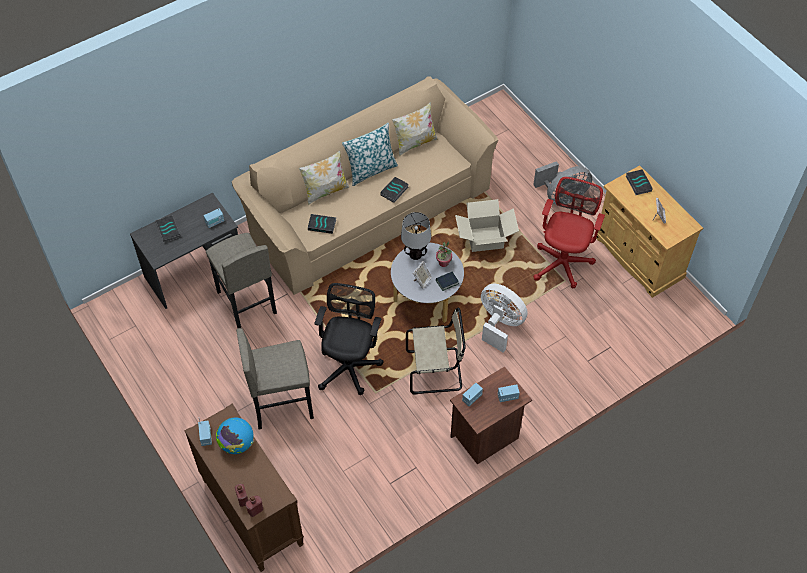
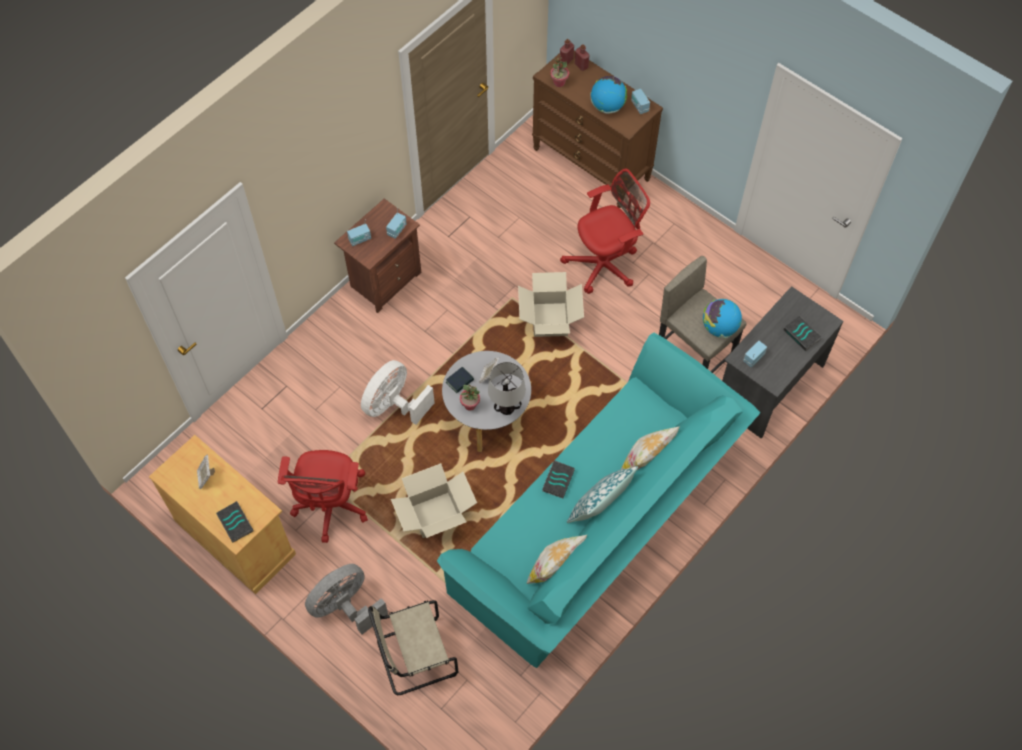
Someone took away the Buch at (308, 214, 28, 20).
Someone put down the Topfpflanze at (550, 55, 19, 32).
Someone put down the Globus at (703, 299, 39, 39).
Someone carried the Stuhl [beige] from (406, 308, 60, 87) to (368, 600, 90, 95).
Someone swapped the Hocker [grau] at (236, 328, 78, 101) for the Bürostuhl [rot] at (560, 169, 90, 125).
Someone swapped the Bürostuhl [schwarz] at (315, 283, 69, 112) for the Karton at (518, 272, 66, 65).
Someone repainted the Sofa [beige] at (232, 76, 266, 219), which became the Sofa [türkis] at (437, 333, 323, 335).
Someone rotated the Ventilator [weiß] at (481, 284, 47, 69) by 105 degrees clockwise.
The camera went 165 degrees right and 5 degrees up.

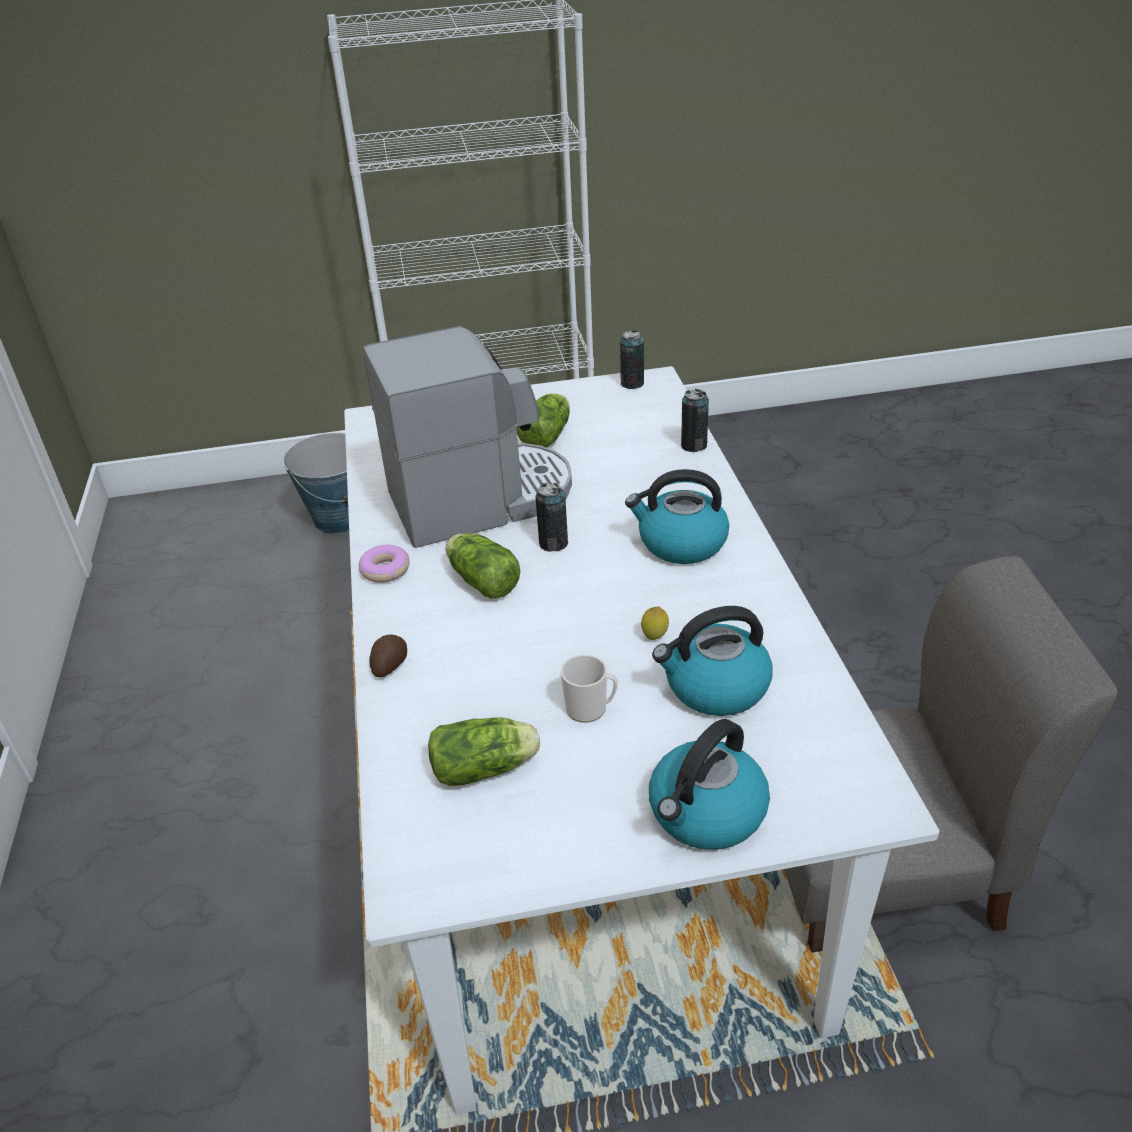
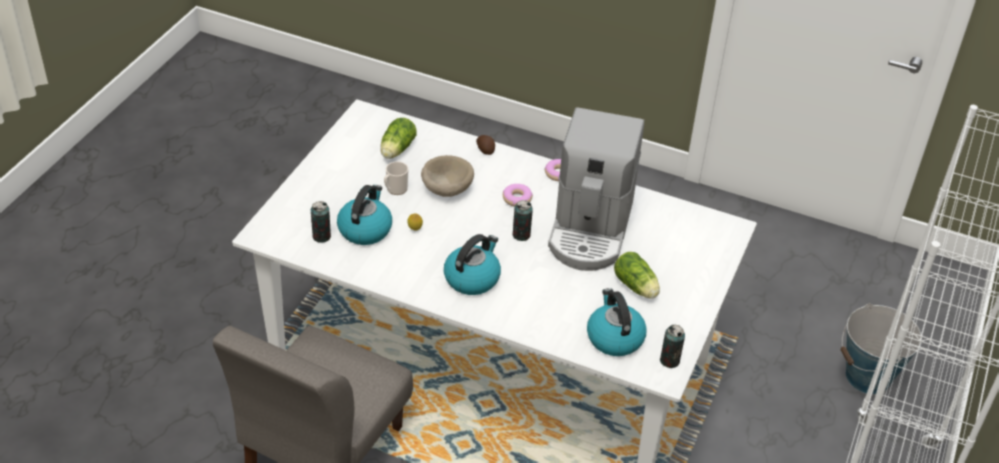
Someone put down the Schüssel [beige] at (421, 155, 53, 42).
Someone carried the Wasserkessel from (649, 719, 121, 131) to (587, 288, 60, 68).
Someone carried the Dose from (681, 389, 28, 63) to (310, 201, 21, 42).
Someone swapped the Salatkopf at (446, 533, 75, 65) for the Donut at (503, 184, 30, 23).
The camera went 120 degrees right and 5 degrees up.

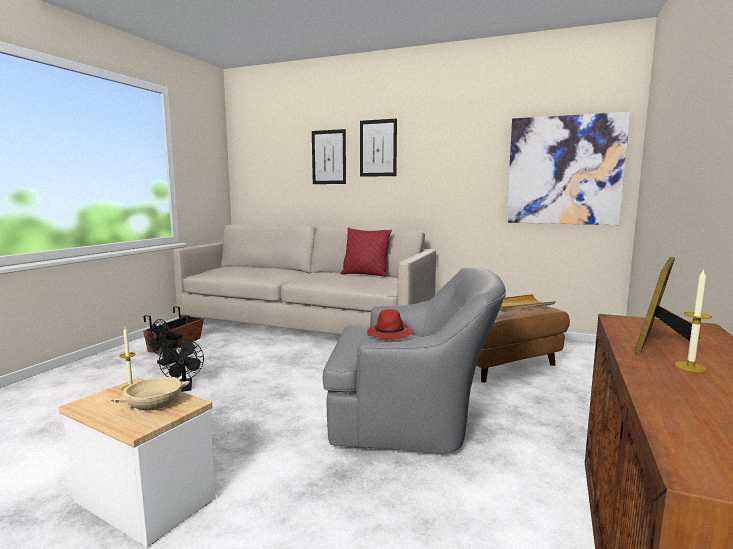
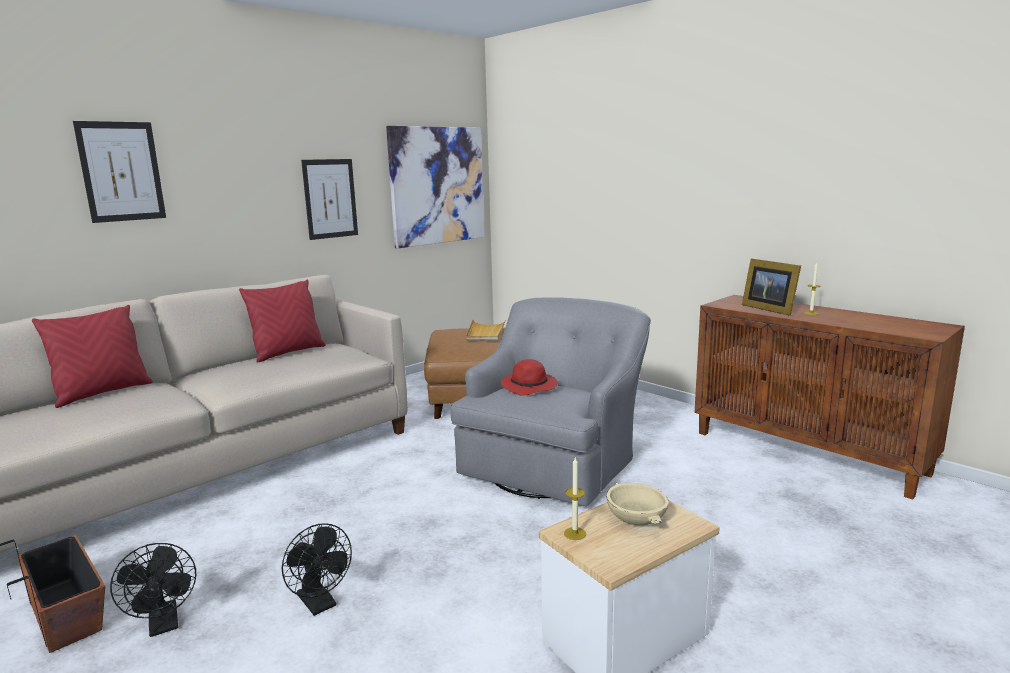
Someone put down the Kissen [rot] at (32, 305, 121, 103).
Someone carried the Bild from (360, 119, 37, 58) to (301, 159, 57, 81).
Someone rotated the Ventilator [schwarz] at (159, 339, 45, 53) by 45 degrees clockwise.
The camera went 65 degrees left and 5 degrees up.

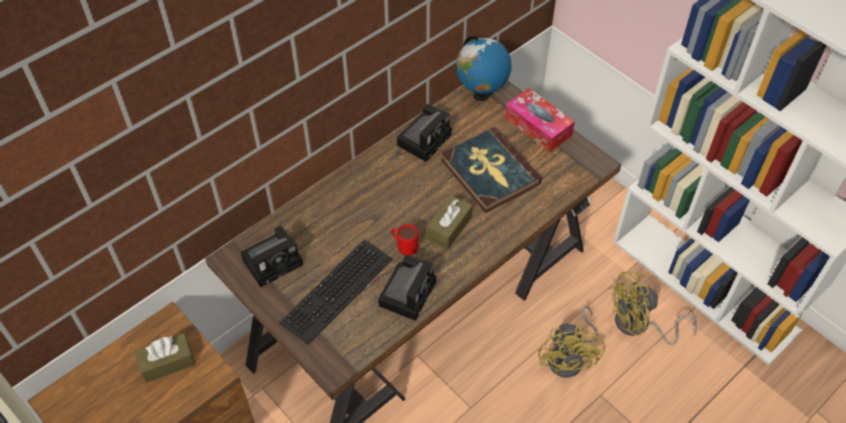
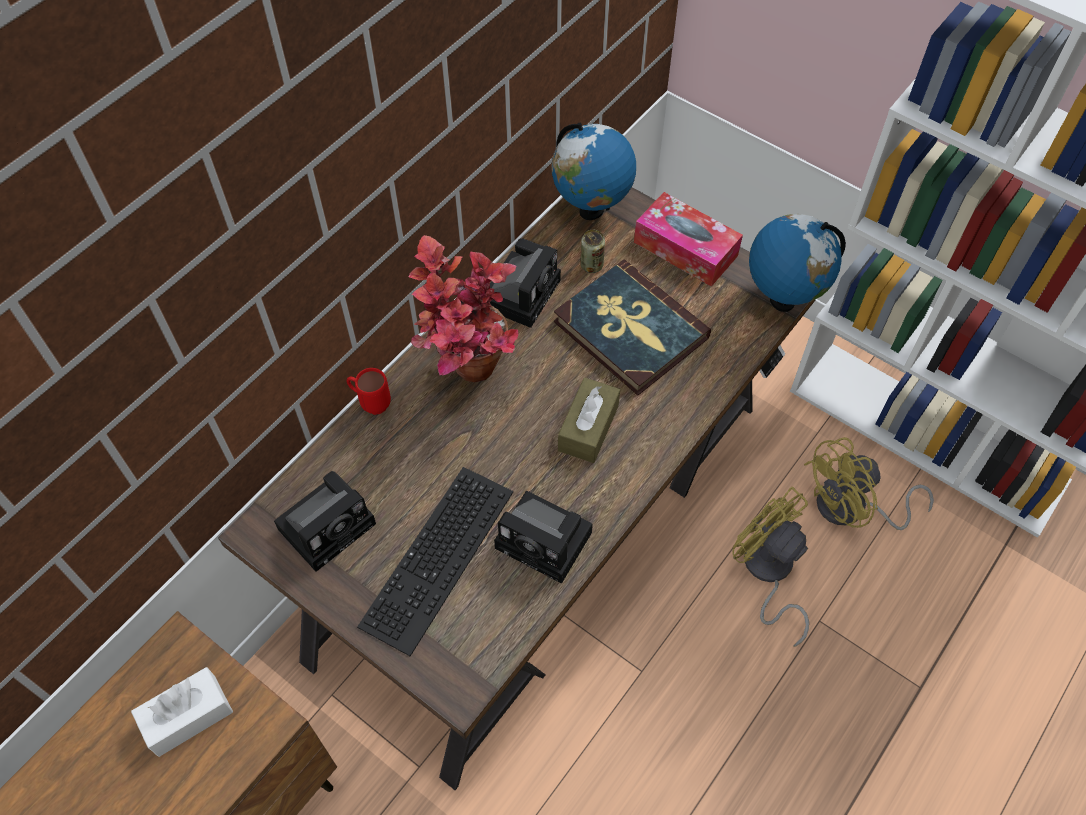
Someone put down the Topfpflanze at (409, 235, 110, 147).
Someone put down the Dose at (580, 230, 25, 43).
Someone put down the Globus at (749, 214, 97, 98).
Someone carried the Henkelbecher [rot] from (391, 224, 27, 32) to (346, 368, 45, 47).
Someone repainted the Taschentuchbox [braun] at (135, 333, 60, 50), which became the Taschentuchbox [weiß] at (131, 667, 102, 90).
Someone rotated the Kamera at (378, 255, 58, 66) by 105 degrees clockwise.
Someone rotated the Ventilator [gelb] at (538, 306, 67, 72) by 150 degrees clockwise.
The camera went 10 degrees left and 5 degrees up.

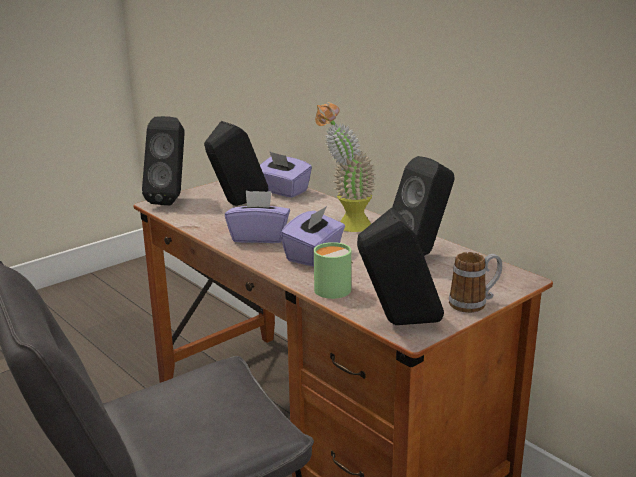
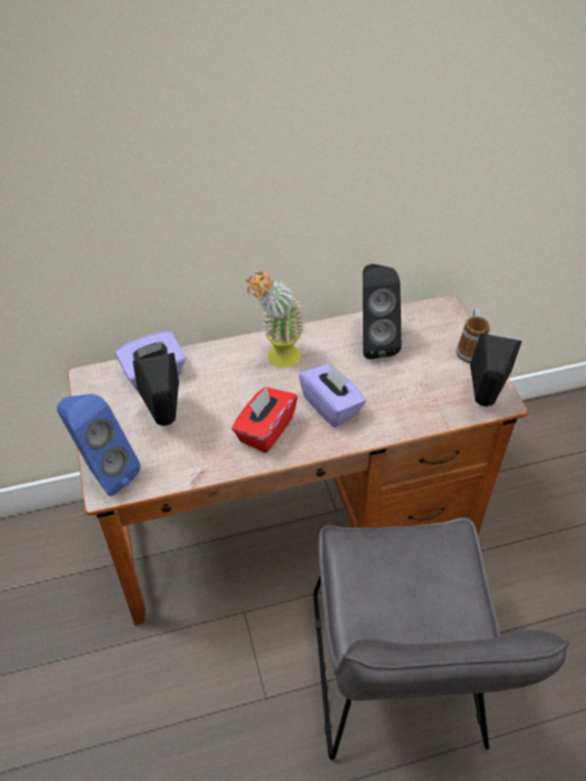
Someone took away the Henkelbecher [grün] at (314, 242, 39, 57).
Someone repainted the Lautsprecher [schwarz] at (142, 116, 42, 89), which became the Lautsprecher [blau] at (57, 394, 84, 102).
Someone repainted the Taschentuchbox [lila] at (225, 191, 65, 52), which became the Taschentuchbox [rot] at (232, 386, 66, 67).
The camera went 65 degrees left and 25 degrees up.

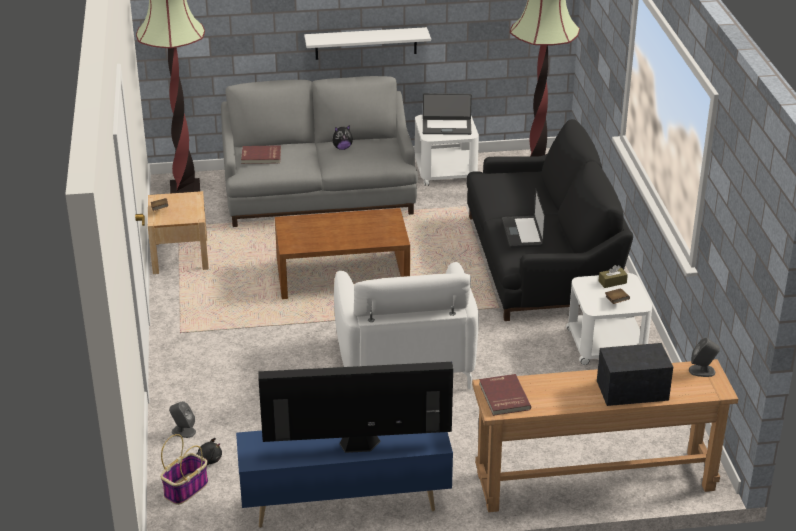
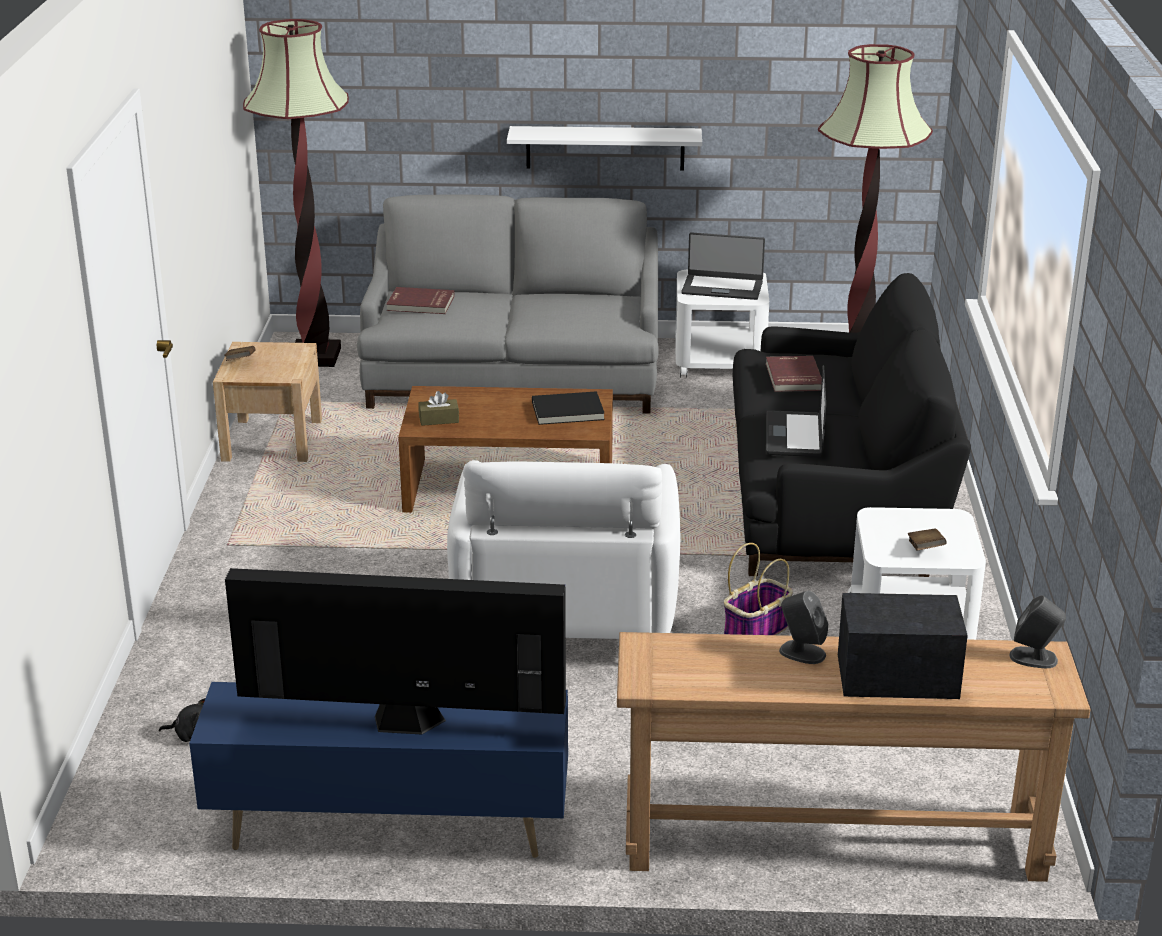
Someone took away the Plüschtier at (333, 125, 20, 25).
Someone put down the Buch [schwarz] at (532, 391, 73, 34).
Someone carried the Korb from (160, 434, 48, 71) to (724, 543, 69, 92).
Someone carried the Lautsprecher [grau] from (169, 401, 27, 37) to (779, 591, 49, 73).
Someone carried the Buch [rot] from (479, 374, 52, 42) to (766, 356, 56, 36).
Someone carried the Taschentuchbox [braun] from (599, 265, 29, 23) to (418, 391, 41, 35).
The camera went 10 degrees right and 5 degrees down.

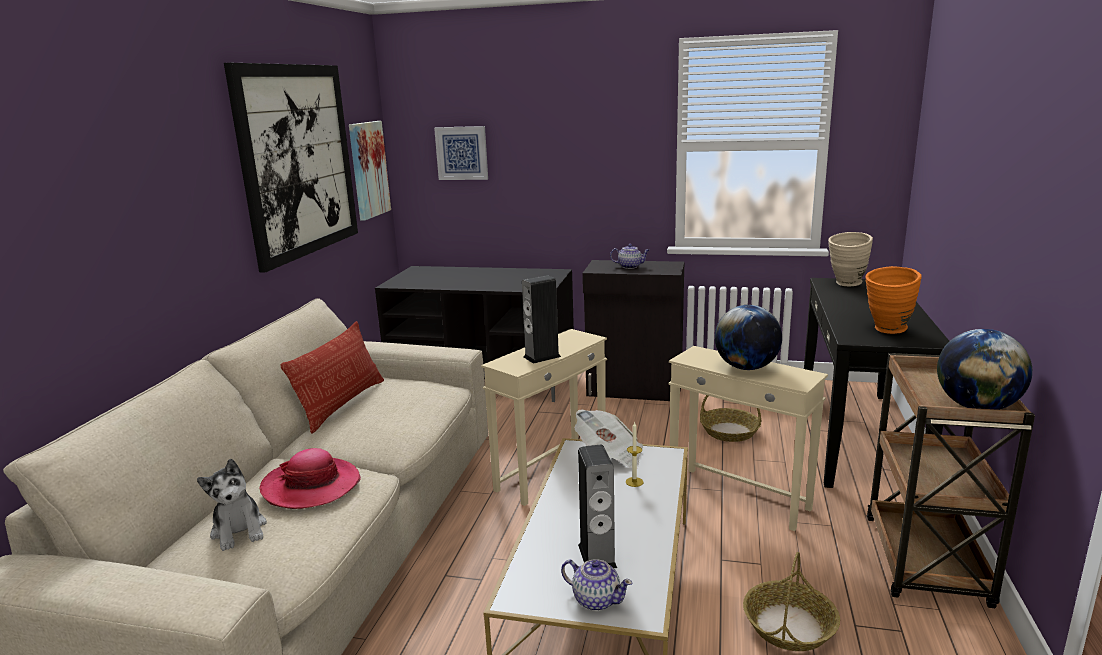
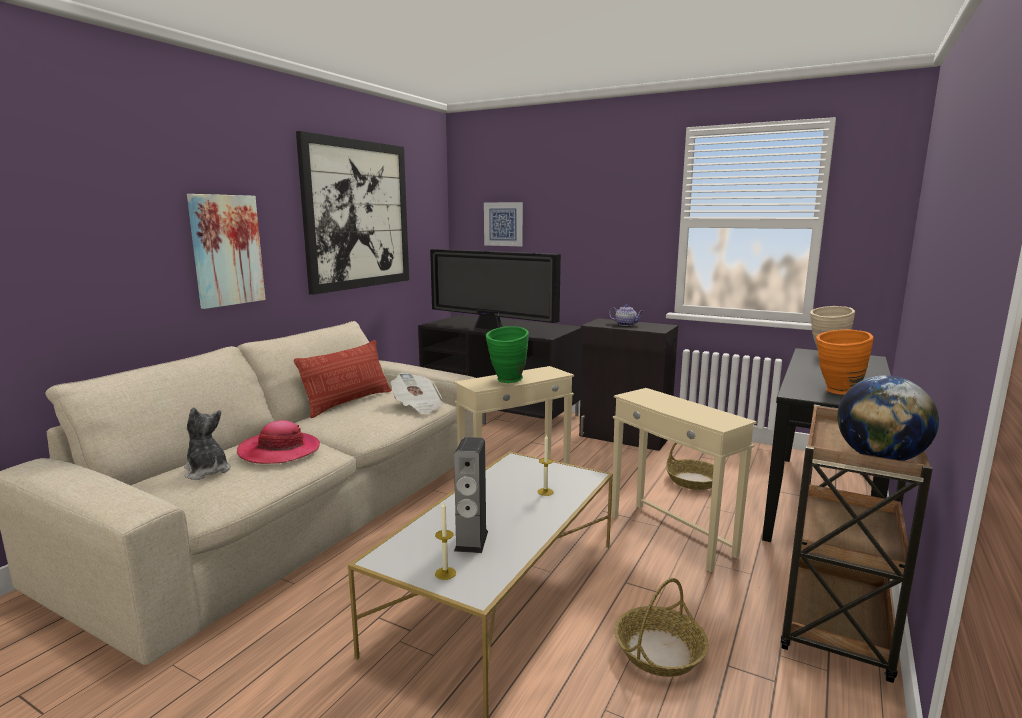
Someone took away the Globus at (715, 305, 67, 65).
Someone put down the Fernseher at (430, 249, 131, 82).
Someone carried the Bild from (349, 121, 42, 99) to (187, 194, 79, 115).
Someone carried the Zeitung from (574, 409, 69, 59) to (391, 373, 53, 42).
Someone swapped the Lautsprecher at (522, 275, 39, 89) for the Vase [grün] at (486, 327, 43, 56).
Someone swapped the Teekanne at (561, 559, 72, 52) for the Kerze at (435, 501, 21, 79).
Someone rotated the Plüschtier at (197, 459, 70, 92) by 150 degrees clockwise.
The camera went 15 degrees right and 5 degrees down.

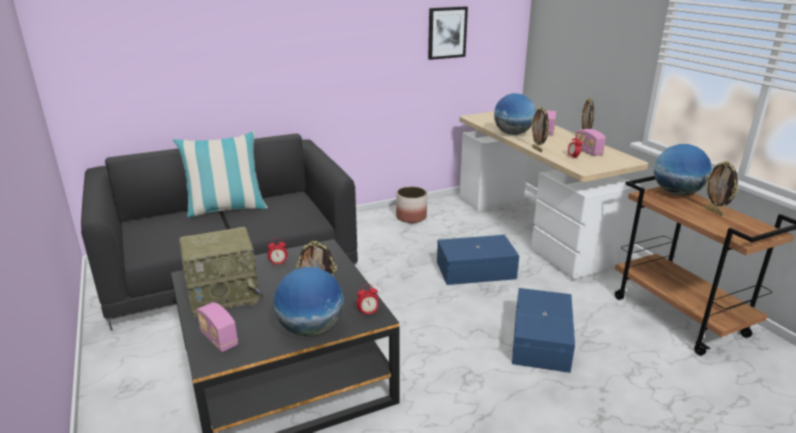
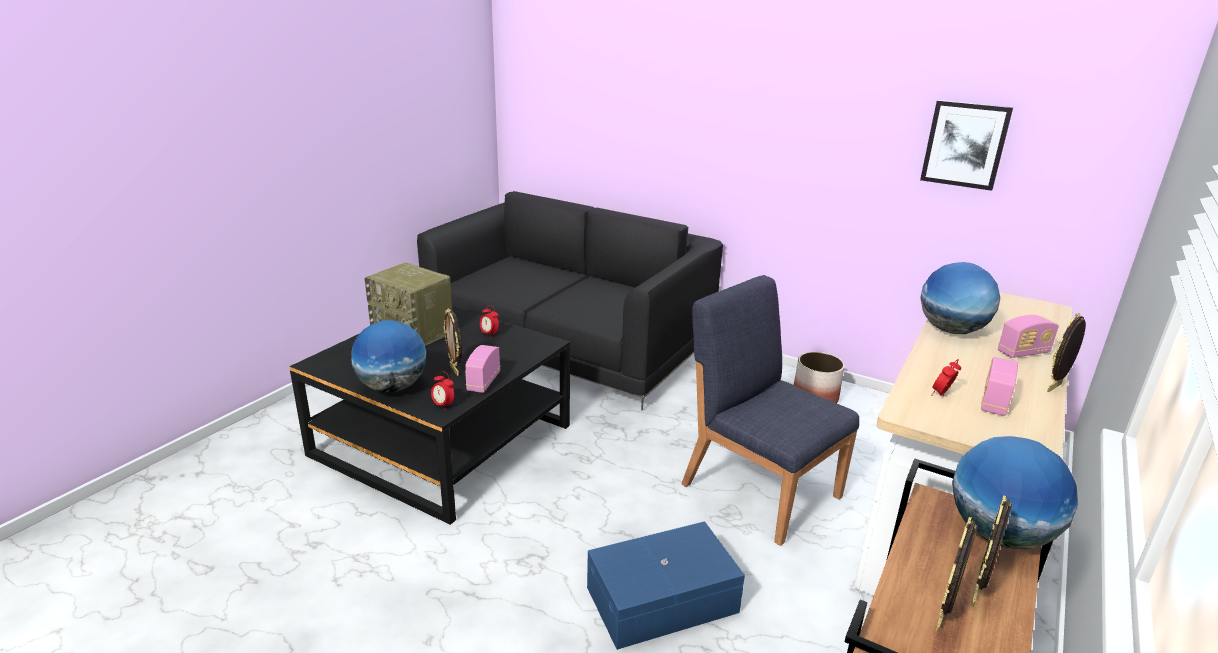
Someone took away the Kissen at (173, 131, 95, 87).
Someone carried the Radio from (197, 302, 41, 50) to (465, 345, 35, 48).
Someone carried the Bilderrahmen from (531, 107, 18, 45) to (935, 517, 43, 115).
Someone swapped the Aufbewahrungsbox [blau] at (437, 235, 82, 50) for the Stuhl [blau] at (681, 275, 178, 271).
The camera went 55 degrees right and 0 degrees up.

